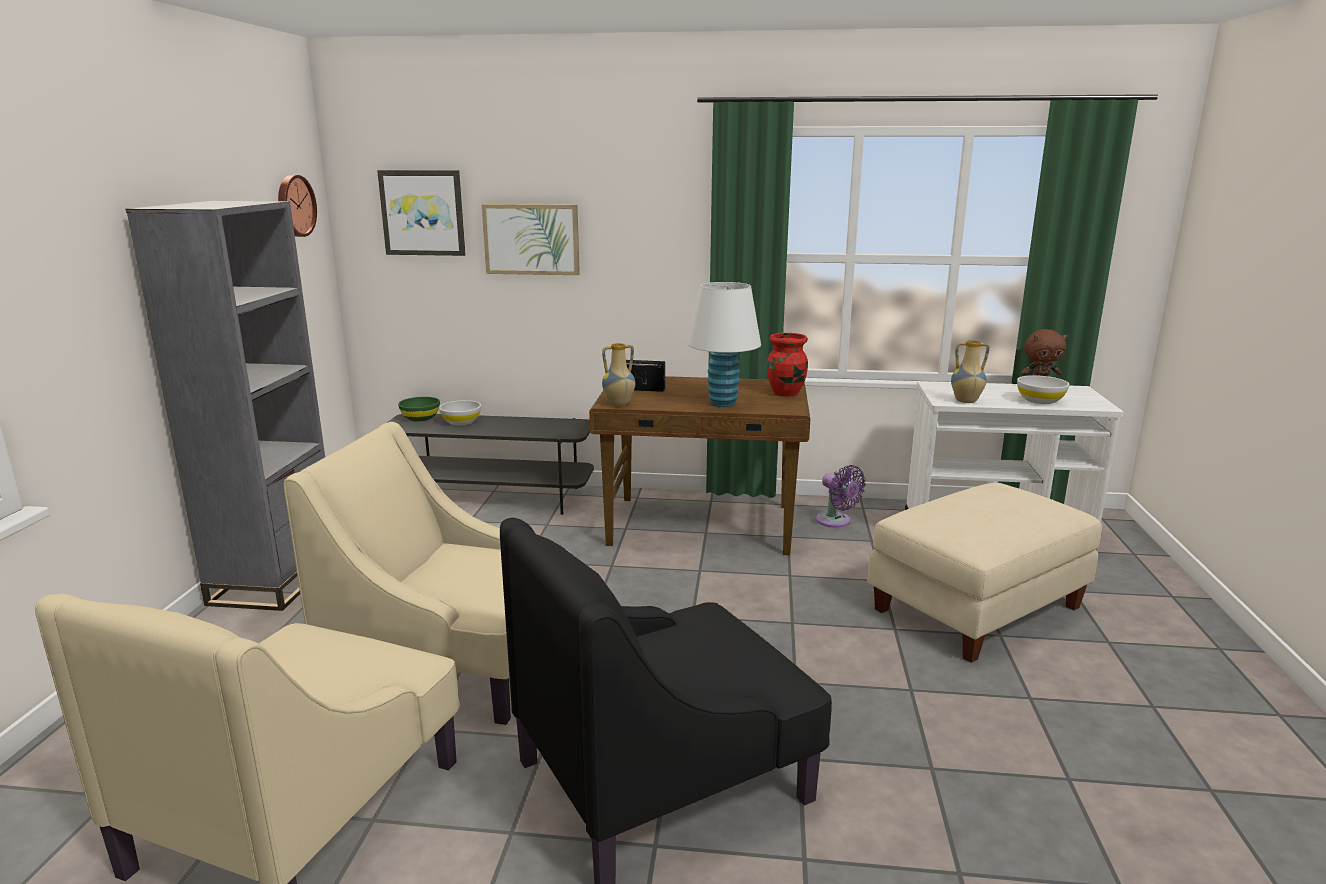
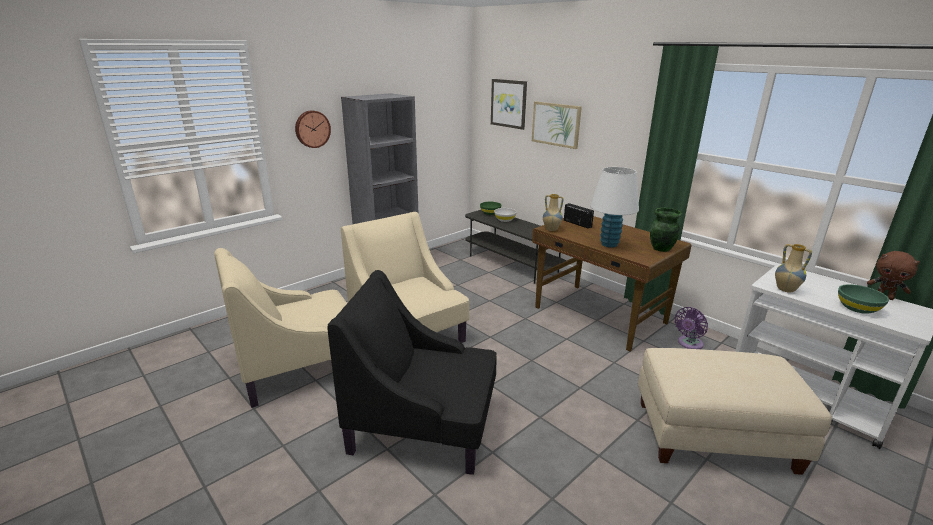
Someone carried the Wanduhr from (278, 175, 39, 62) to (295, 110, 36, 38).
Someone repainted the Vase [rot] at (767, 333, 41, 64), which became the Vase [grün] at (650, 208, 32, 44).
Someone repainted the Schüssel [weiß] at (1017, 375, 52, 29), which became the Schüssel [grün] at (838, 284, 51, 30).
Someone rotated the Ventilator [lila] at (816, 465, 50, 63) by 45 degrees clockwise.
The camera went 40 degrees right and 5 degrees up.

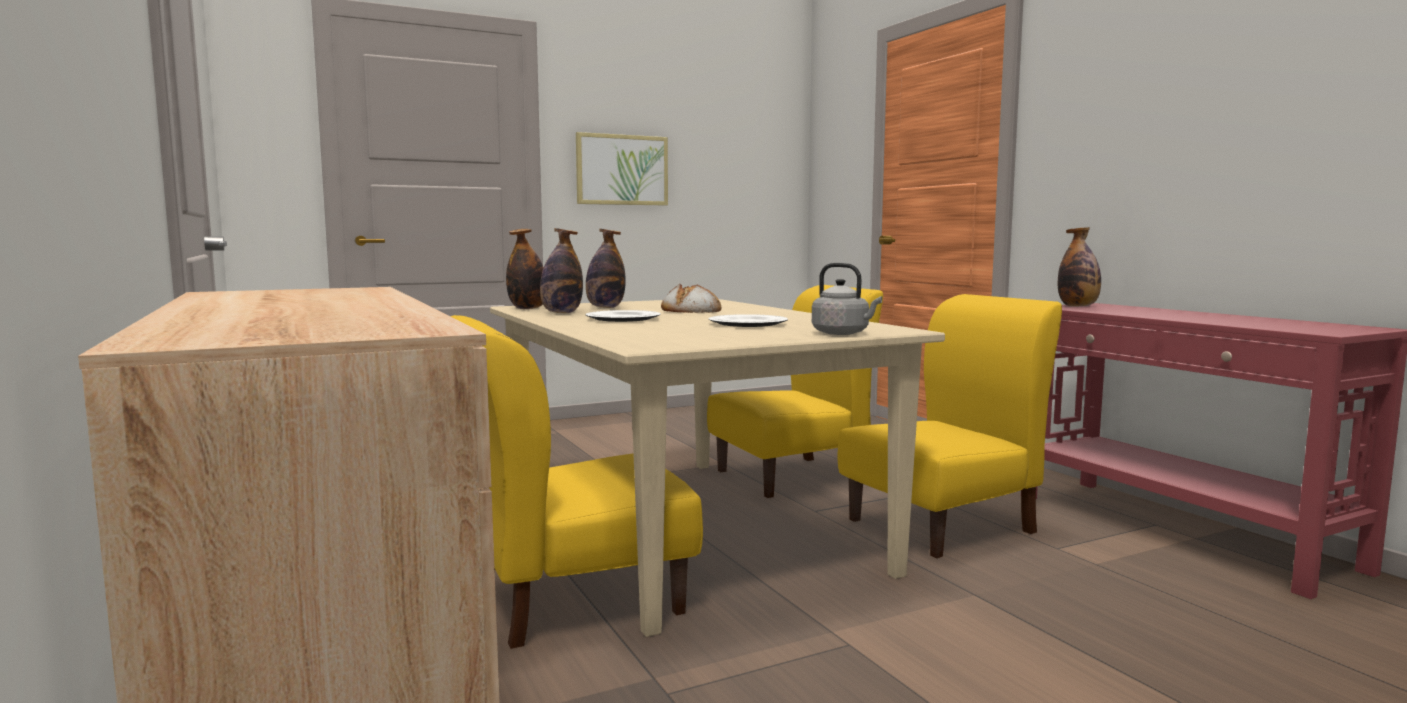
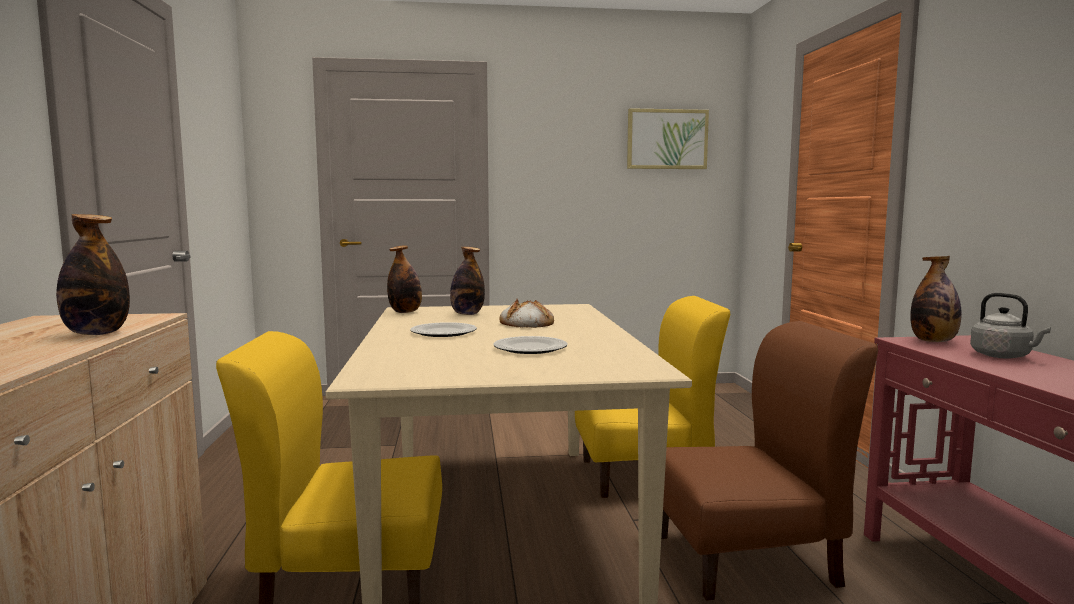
Someone carried the Flasche from (540, 228, 43, 85) to (56, 214, 74, 121).
Someone carried the Bild from (576, 132, 92, 73) to (627, 108, 82, 61).
Someone carried the Wasserkessel [grau] from (812, 263, 70, 72) to (970, 293, 81, 66).
Someone repainted the Stuhl [gelb] at (837, 294, 225, 264), which became the Stuhl [braun] at (661, 321, 217, 280).
The camera went 20 degrees right and 0 degrees up.

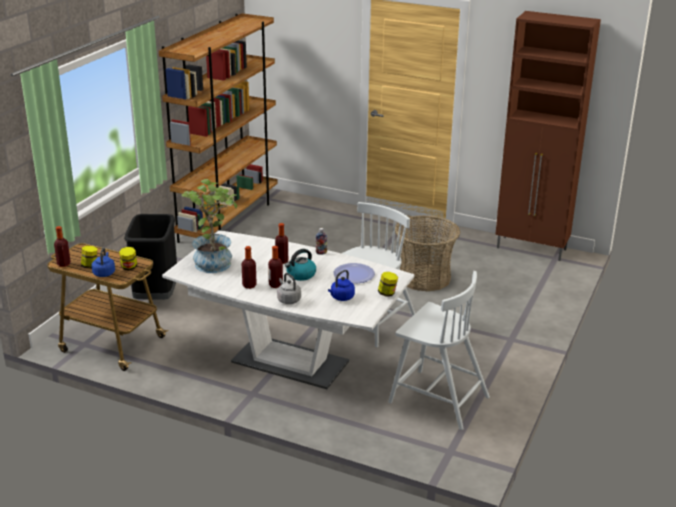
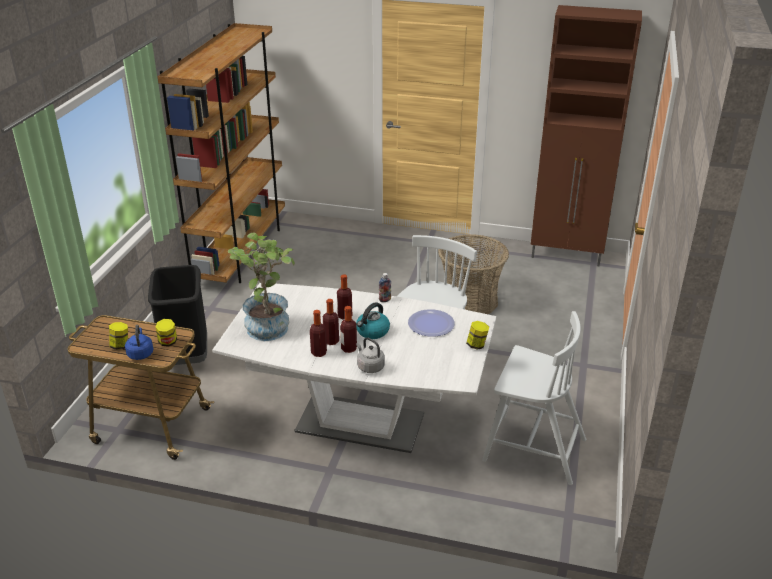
Someone took away the Wasserkessel [blau] at (328, 270, 27, 31).
Someone carried the Flasche from (54, 226, 17, 41) to (323, 299, 16, 46).
The camera went 10 degrees left and 5 degrees up.

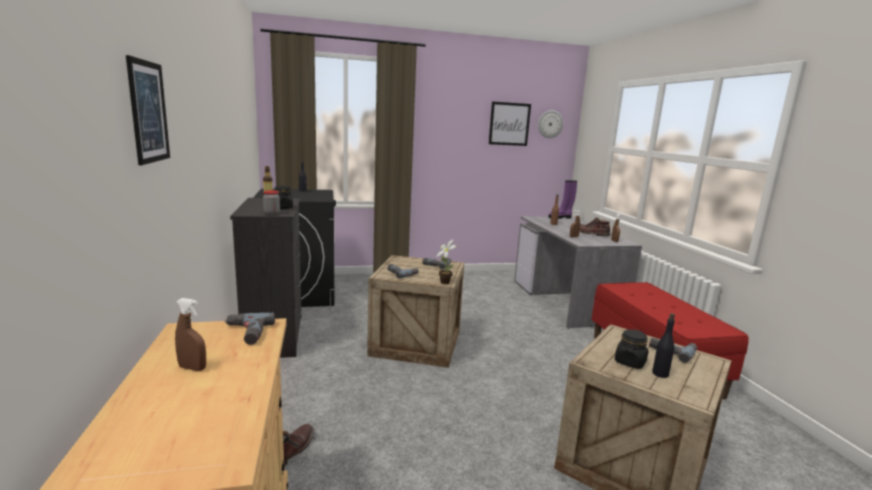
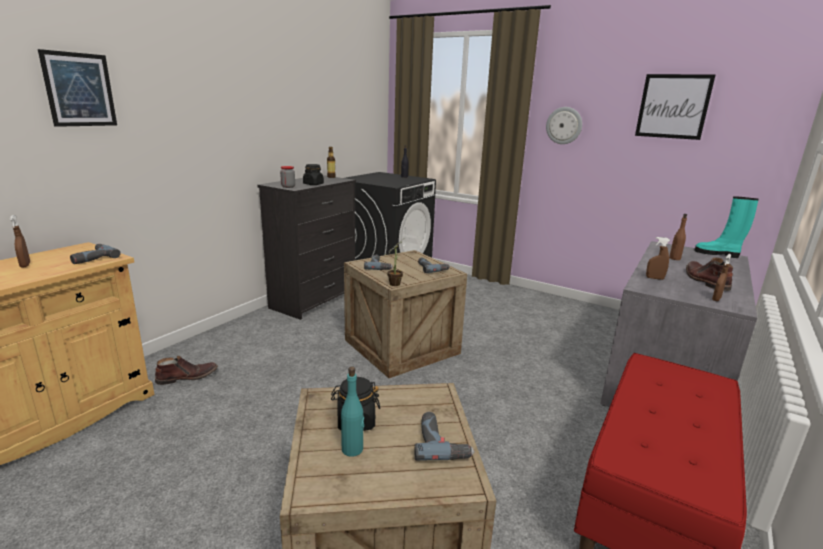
Someone carried the Wanduhr from (538, 110, 25, 28) to (546, 107, 36, 37).
Someone repainted the Stiefel [lila] at (548, 181, 29, 38), which became the Stiefel [türkis] at (694, 196, 65, 62).
Someone repainted the Flasche [schwarz] at (652, 313, 23, 65), which became the Flasche [türkis] at (341, 367, 23, 90).
The camera went 45 degrees right and 5 degrees up.

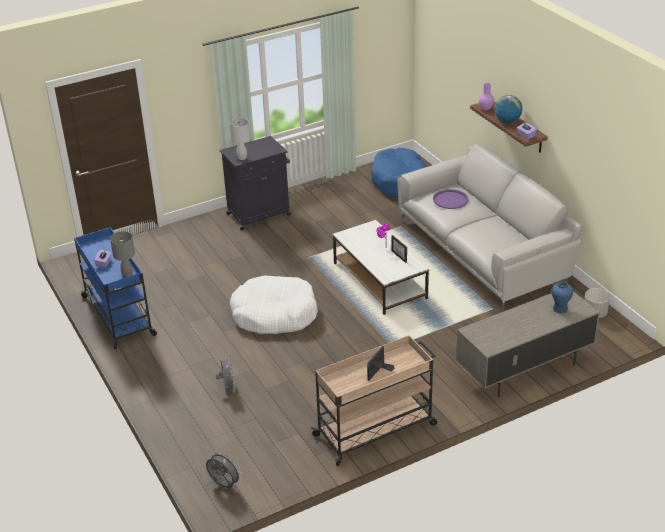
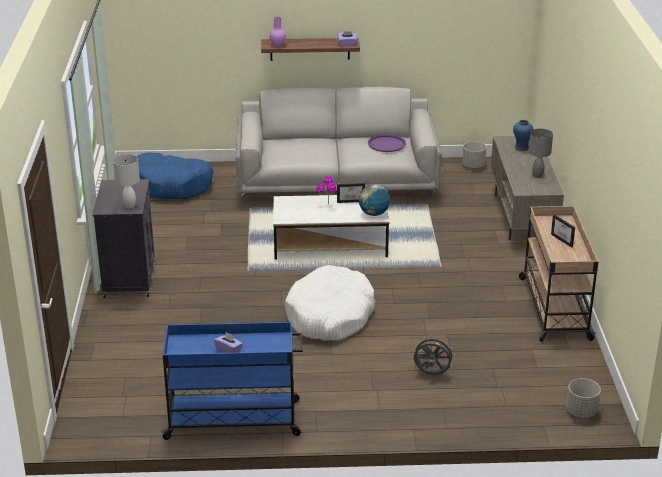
Someone carried the Tischlampe [grau] from (110, 231, 25, 47) to (529, 129, 24, 49).
Someone carried the Tablett [lila] from (433, 189, 36, 20) to (368, 134, 38, 18).
Someone carried the Globus from (494, 95, 29, 28) to (359, 184, 31, 32).
Someone swapped the Ventilator [grau] at (206, 451, 36, 37) for the Pflanzkübel [grau] at (566, 378, 35, 40).
The camera went 65 degrees left and 5 degrees down.

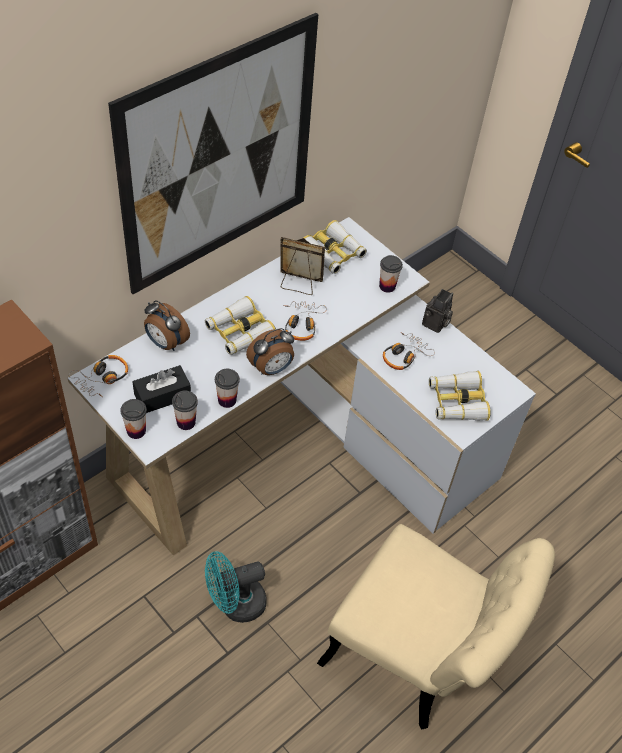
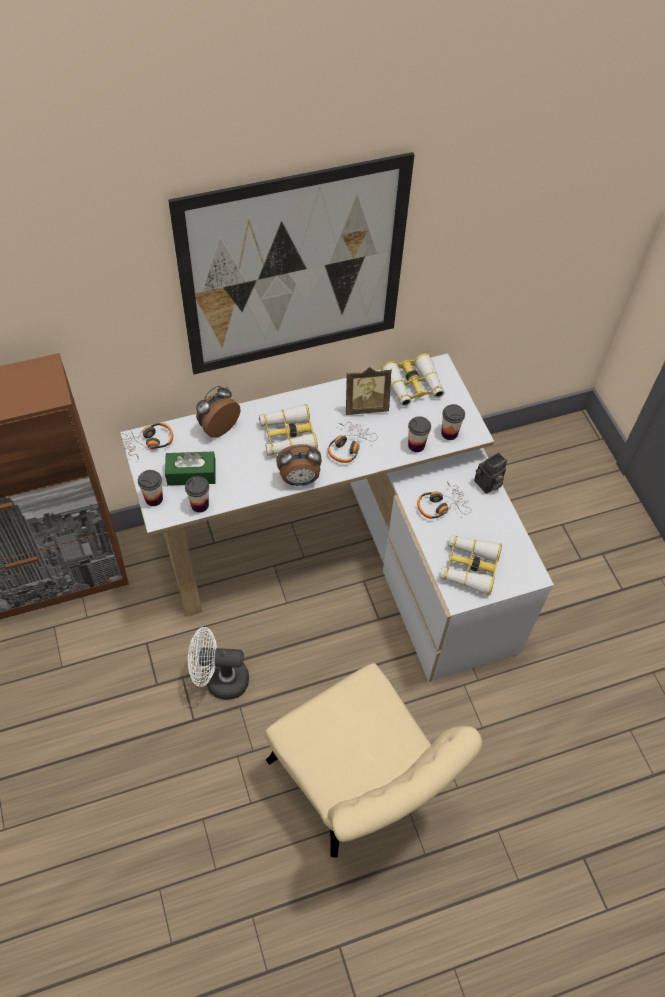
Someone carried the Tasse from (215, 369, 25, 39) to (408, 416, 23, 36).
Someone repainted the Taschentuchbox [schwarz] at (133, 365, 58, 48), which became the Taschentuchbox [grün] at (165, 452, 51, 34).
Someone repainted the Ventilator [türkis] at (205, 551, 62, 72), which became the Ventilator [weiß] at (188, 627, 61, 73).
Someone rotated the Wecker at (144, 300, 46, 51) by 75 degrees clockwise.
Someone rotated the Bilderrahmen at (280, 237, 45, 58) by 135 degrees clockwise.
The camera went 25 degrees right and 5 degrees up.

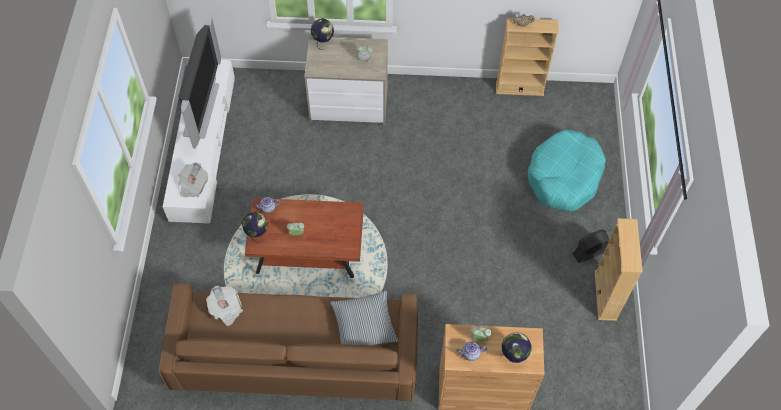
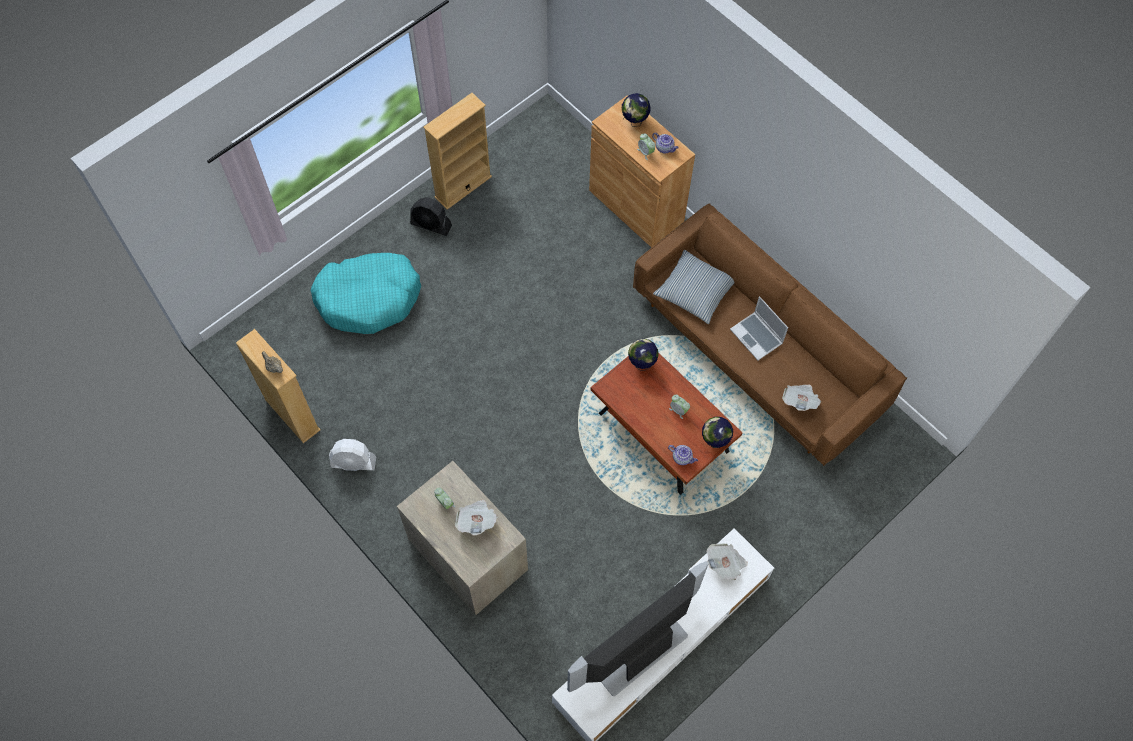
Someone put down the Ventilator [weiß] at (329, 439, 47, 32).
Someone put down the Zeitung at (455, 500, 43, 36).
Someone put down the Laptop at (730, 296, 58, 64).
Someone carried the Globus from (311, 19, 23, 31) to (628, 339, 31, 32).
The camera went 135 degrees left and 5 degrees up.

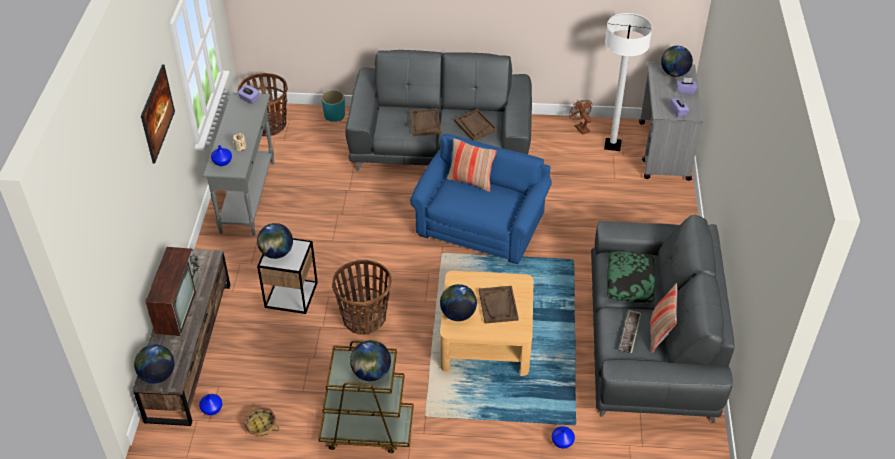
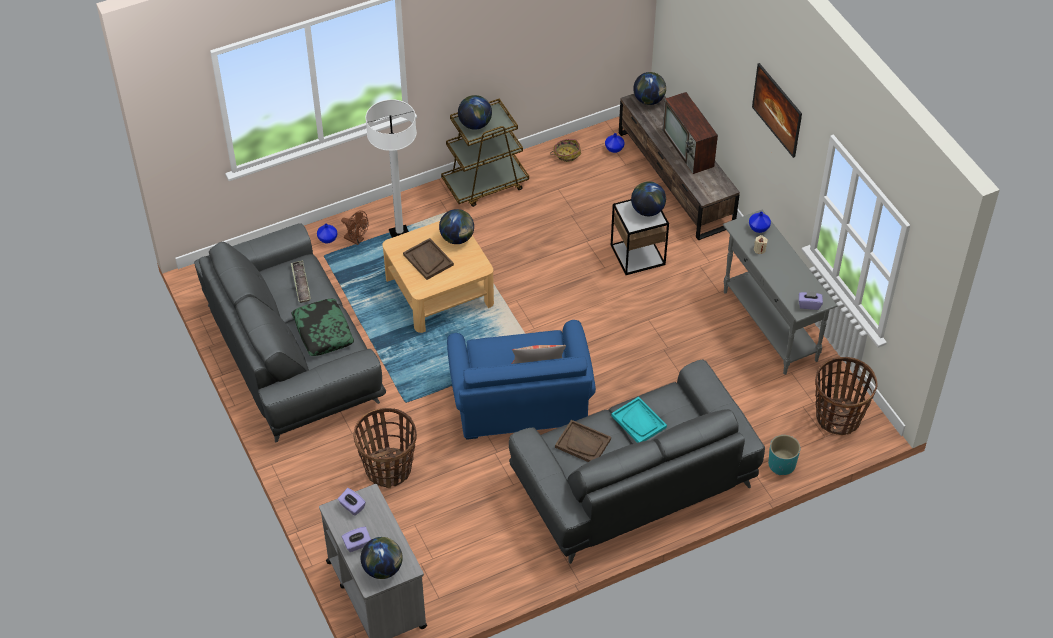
Someone took away the Kissen at (650, 283, 28, 70).
Someone carried the Korb from (332, 260, 59, 75) to (353, 408, 64, 80).
Someone carried the Ventilator [braun] from (569, 100, 23, 35) to (341, 211, 28, 34).
Someone carried the Stehlampe [weiß] from (604, 13, 48, 138) to (366, 99, 51, 139).
Someone repainted the Tablett [braun] at (409, 108, 32, 28), which became the Tablett [türkis] at (611, 397, 56, 46).
The camera went 150 degrees right and 5 degrees up.

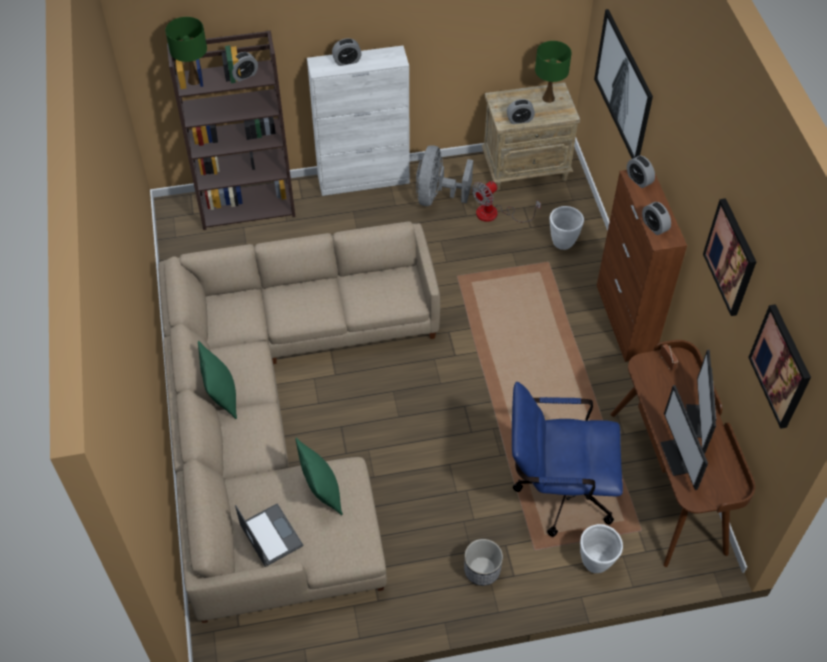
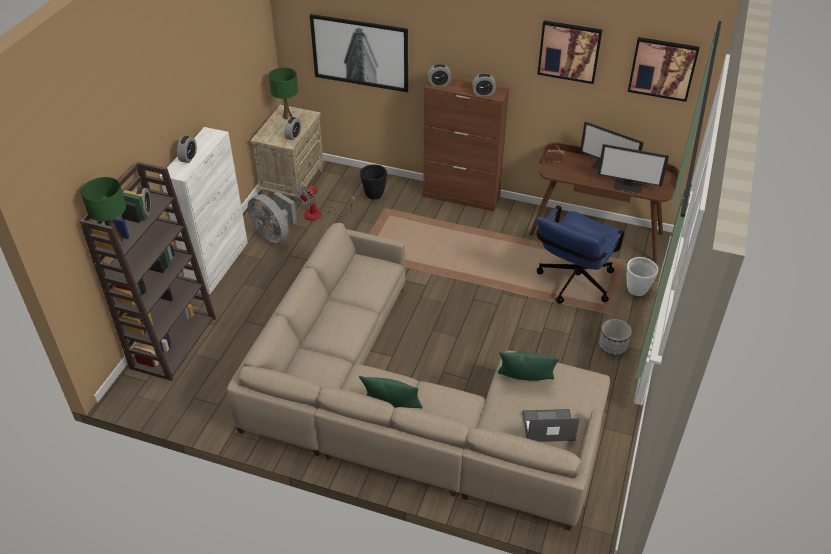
Someone repainted the Pflanzkübel [weiß] at (550, 206, 34, 44), which became the Pflanzkübel [schwarz] at (360, 165, 27, 35).
Someone rotated the Ventilator at (472, 181, 69, 41) by 45 degrees clockwise.
The camera went 60 degrees left and 10 degrees down.

